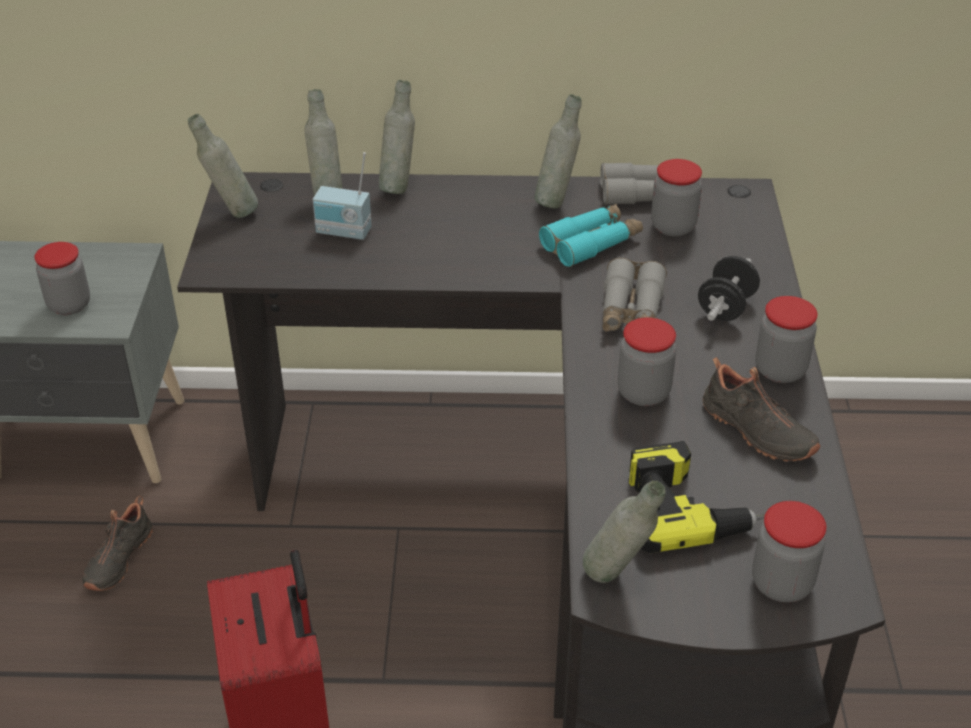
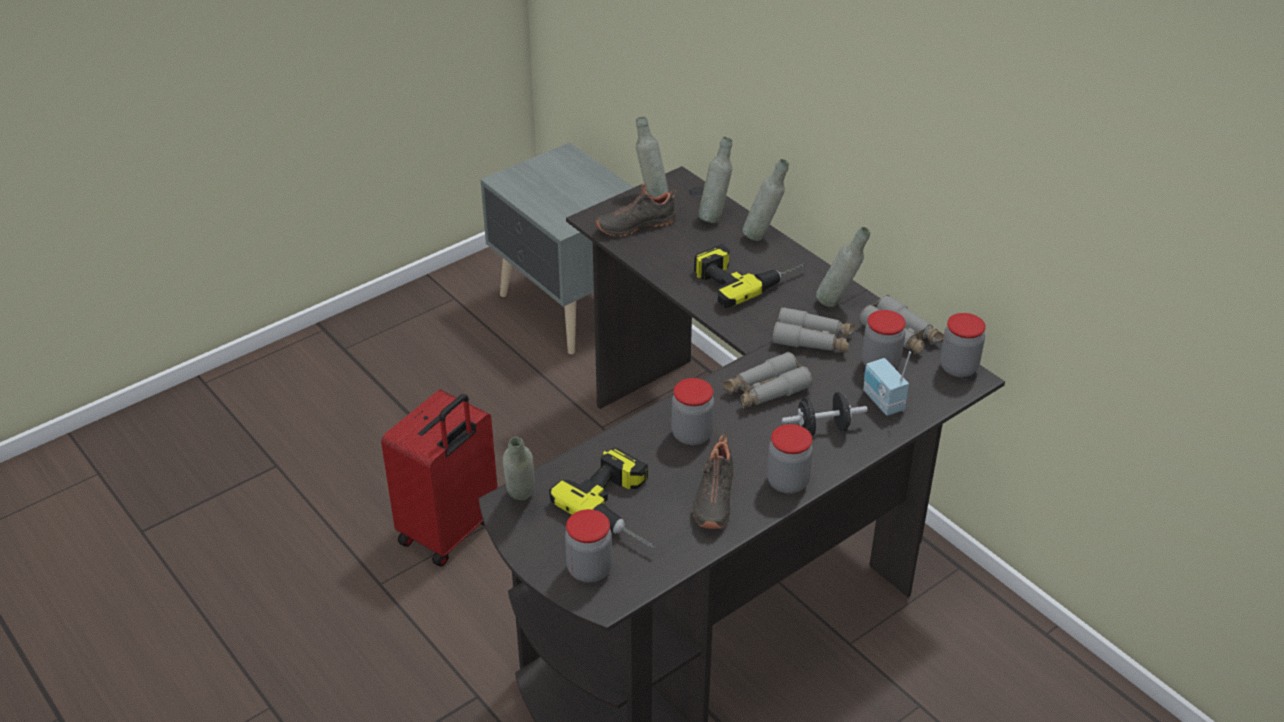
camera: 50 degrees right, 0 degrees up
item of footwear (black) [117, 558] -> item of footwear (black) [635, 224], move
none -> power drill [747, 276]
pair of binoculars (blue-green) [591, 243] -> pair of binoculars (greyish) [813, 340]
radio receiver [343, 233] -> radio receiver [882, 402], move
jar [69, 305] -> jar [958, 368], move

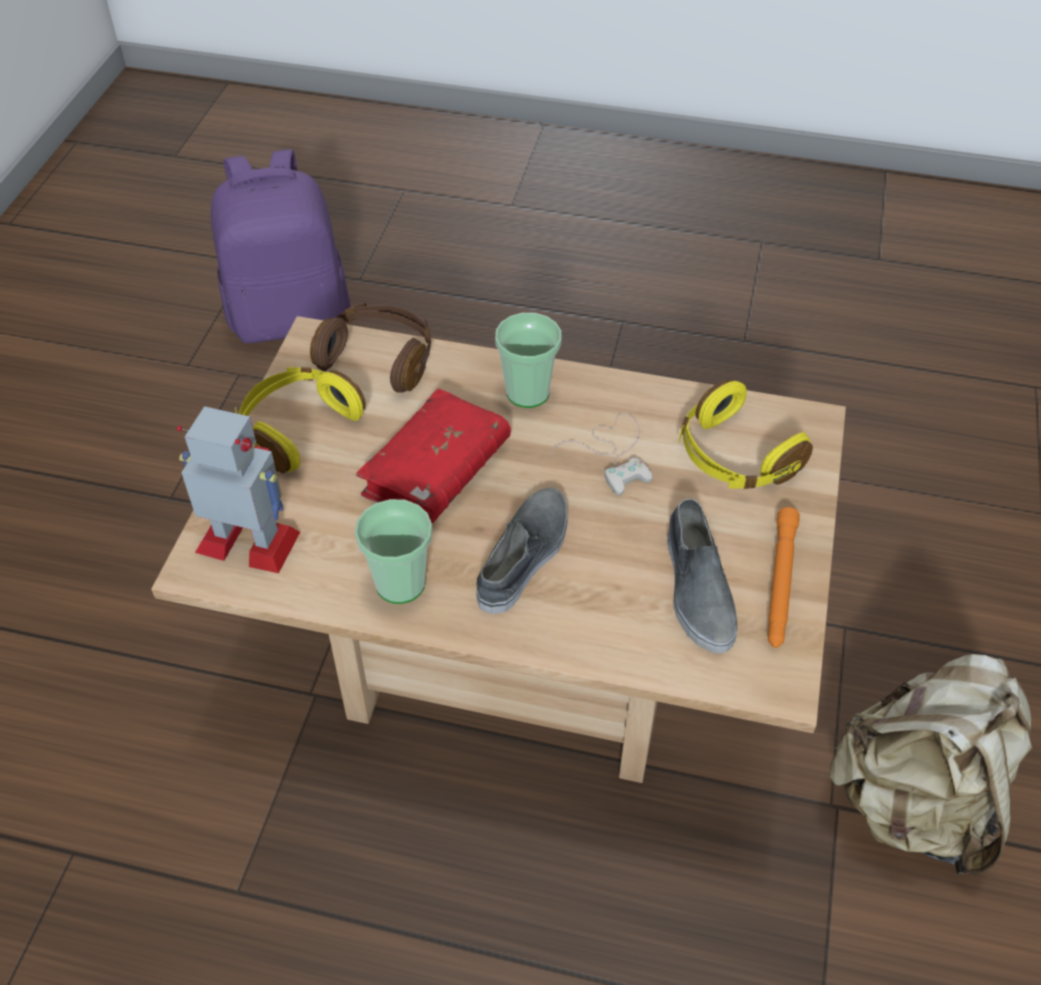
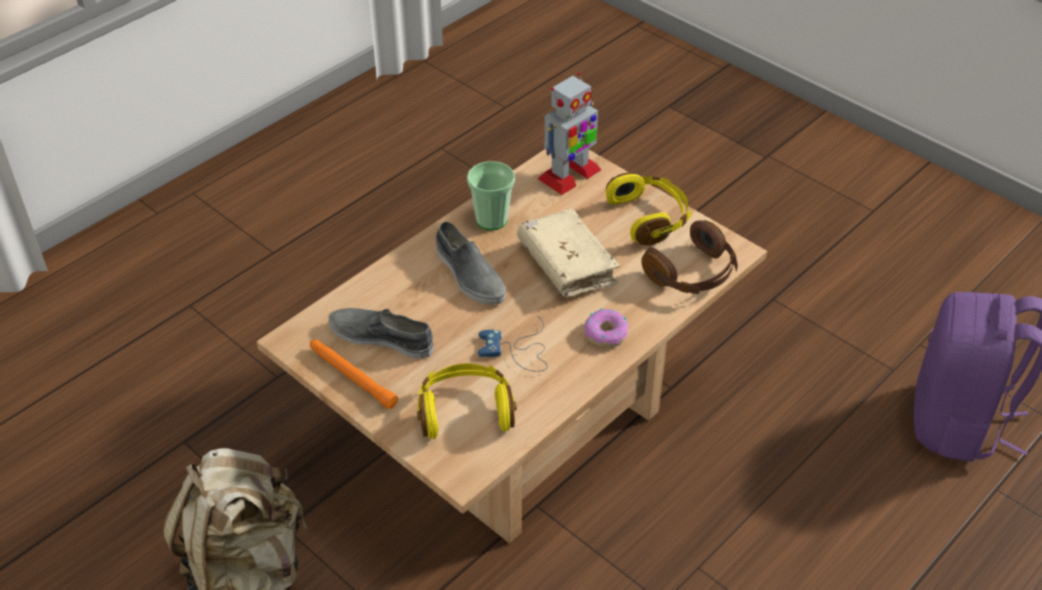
camera: 120 degrees right, 5 degrees down
game controller (white-coloured) [613, 453] -> game controller (blue-coloured) [517, 350]
bound book (red) [436, 470] -> bound book (sand-coloured) [567, 264]
small cup [528, 392] -> doughnut [606, 333]

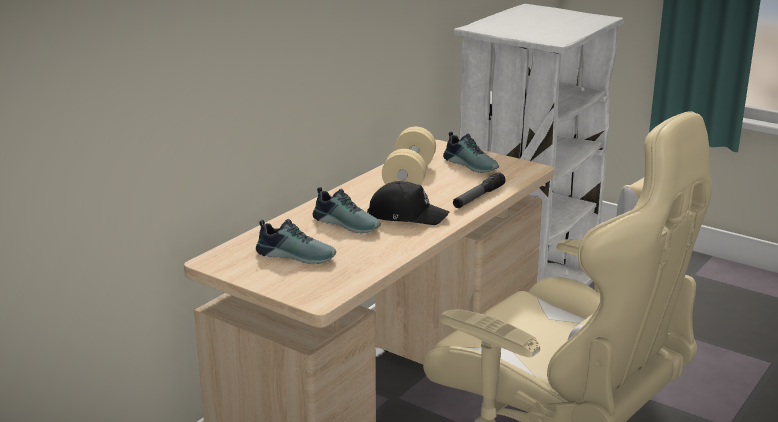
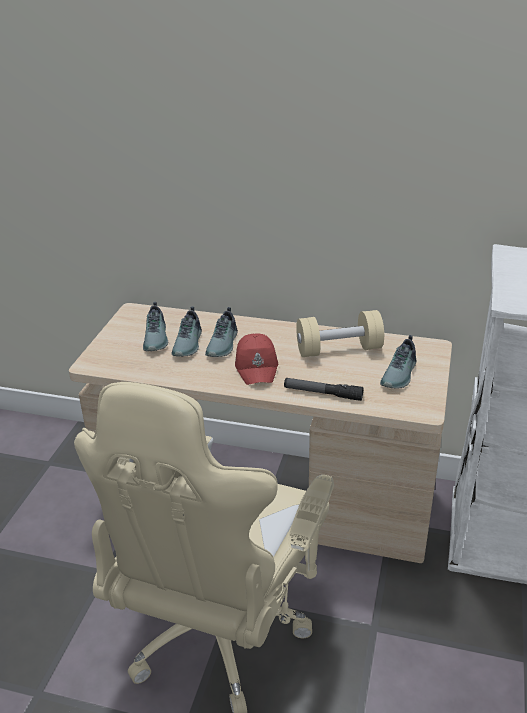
camera: 70 degrees right, 10 degrees up
none -> item of footwear [189, 343]
cap (black) [406, 215] -> cap (red) [257, 366]

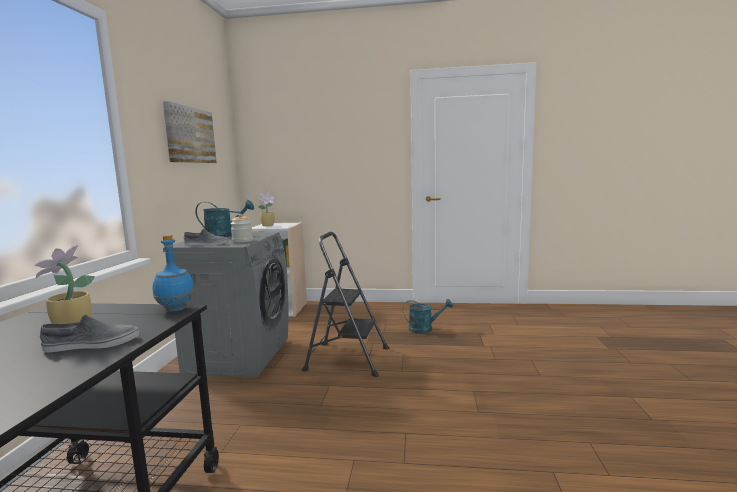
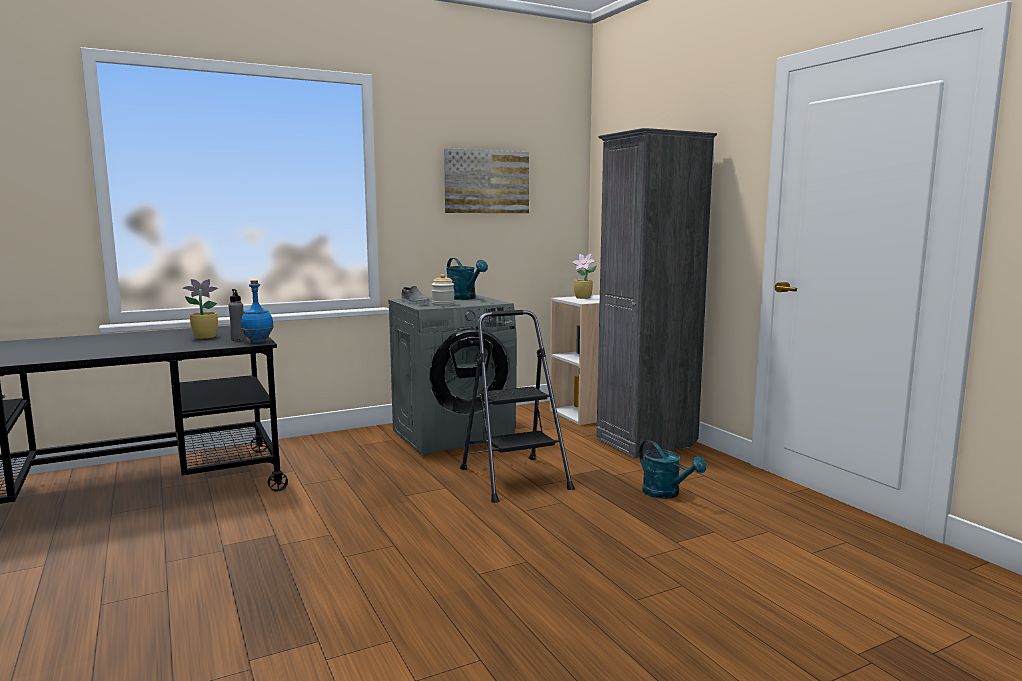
camera: 55 degrees right, 0 degrees up
none -> drink bottle (greyish) [238, 339]
none -> storage cabinet (greyish) [646, 442]
item of footwear (greyish) [92, 344] -> none

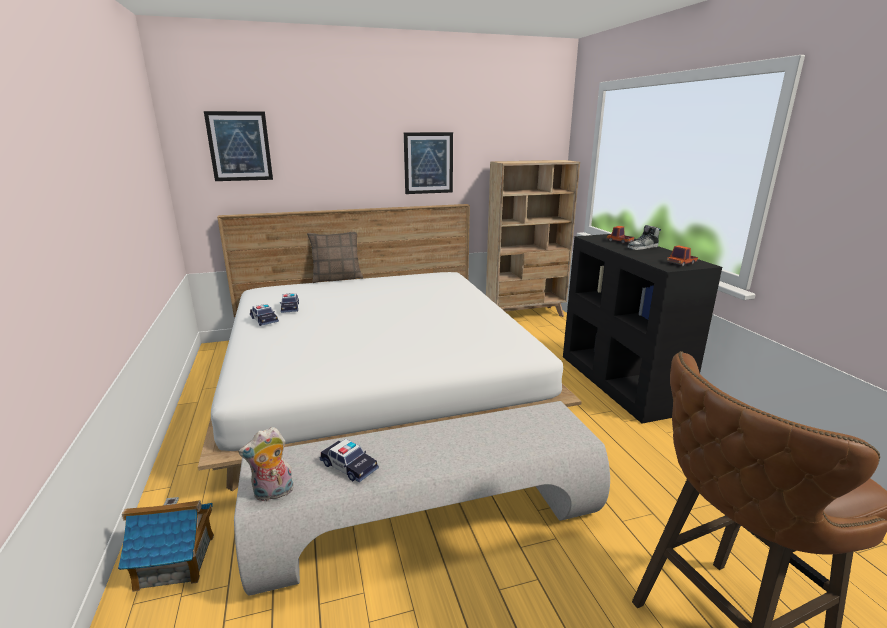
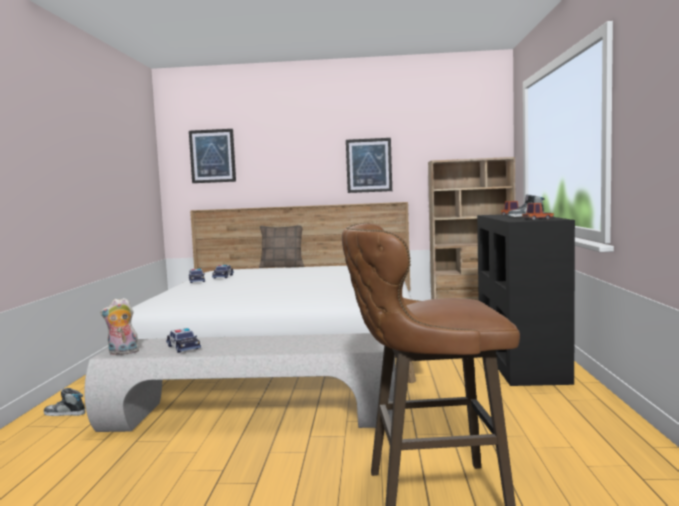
camera: 20 degrees right, 15 degrees down
miniature house [176, 561] -> item of footwear [64, 413]

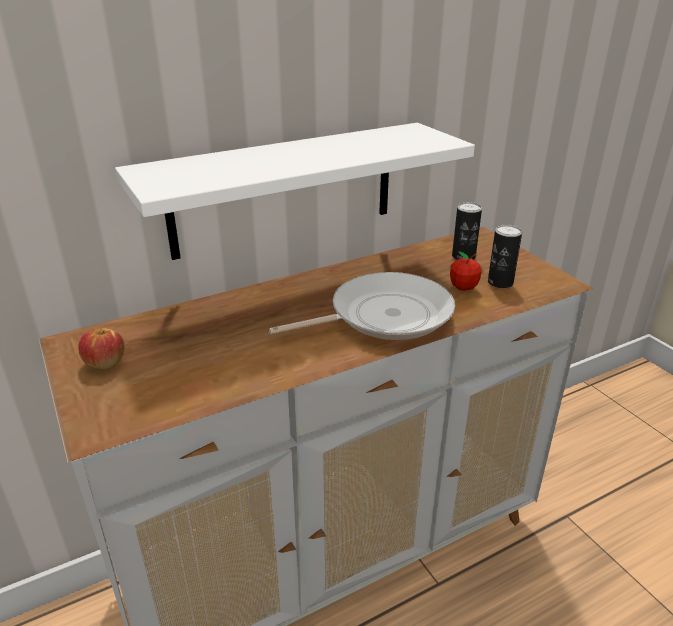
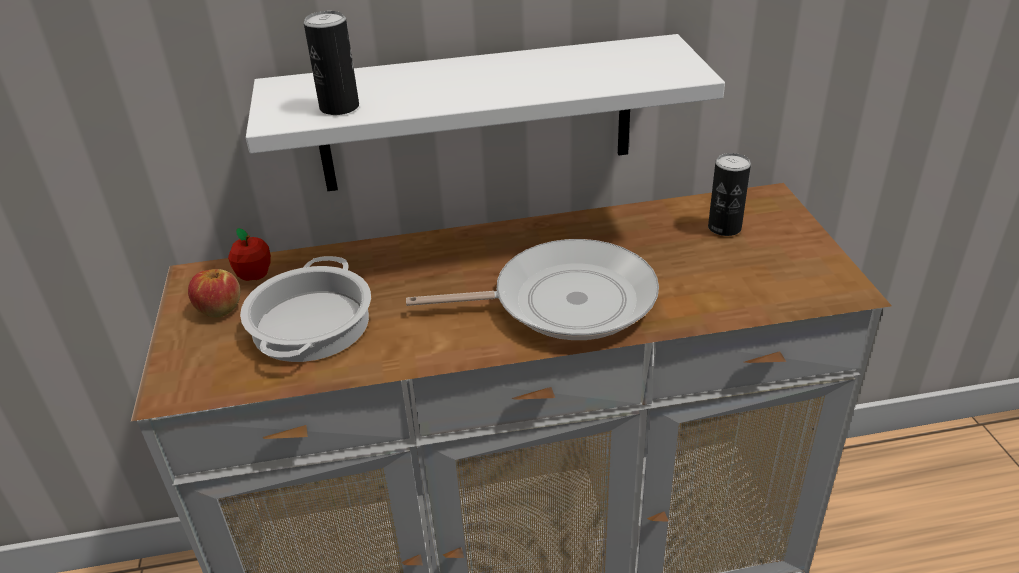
camera: 20 degrees right, 5 degrees up
apple fruit [463, 287] -> apple fruit [254, 275], move
none -> cooking pot [312, 325]
sealed can [500, 283] -> sealed can [339, 107], move

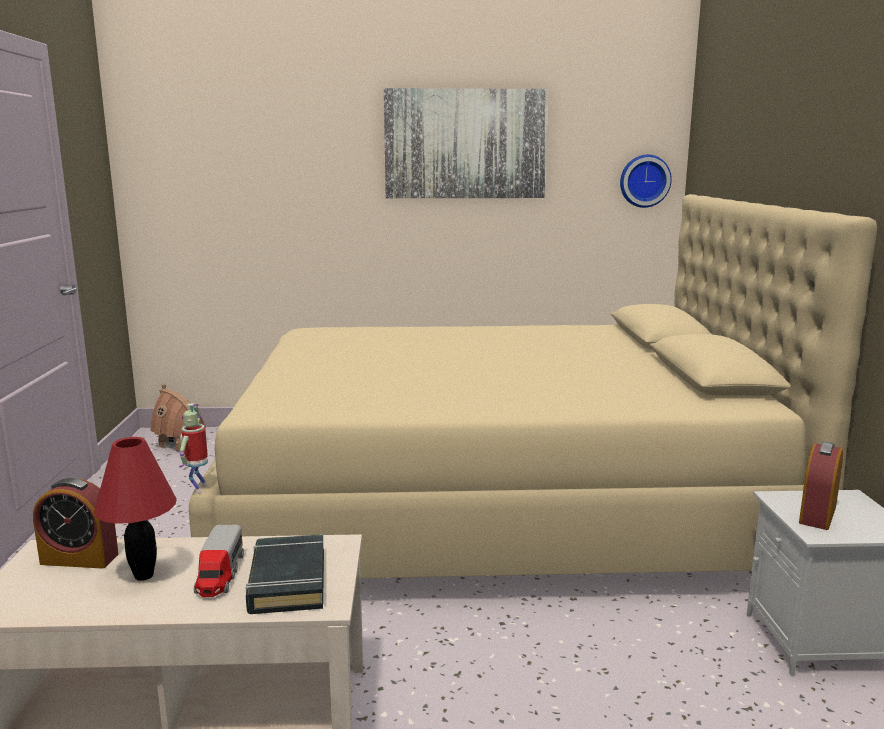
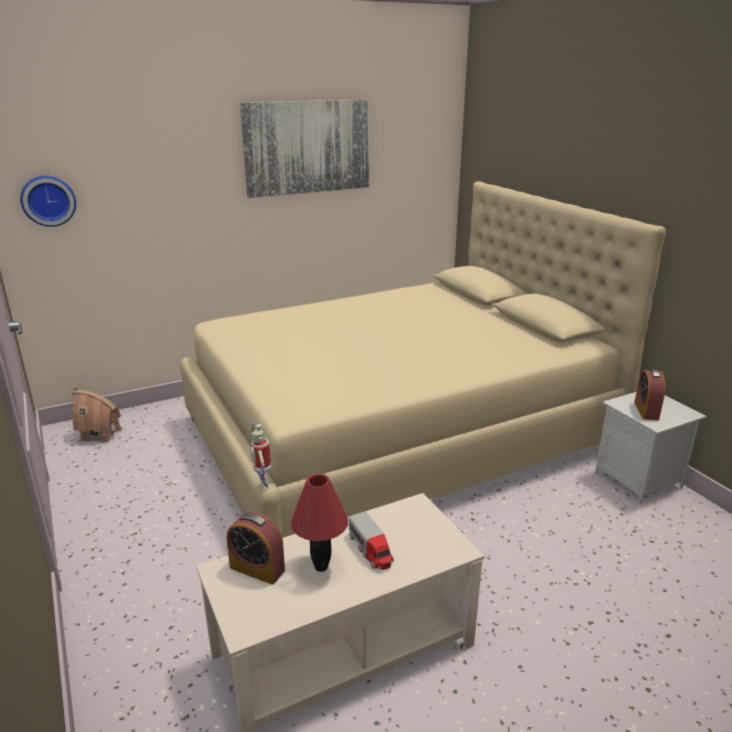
camera: 25 degrees left, 10 degrees up
clock on the wall [644, 181] -> clock on the wall [48, 200], move
alarm clock [79, 559] -> alarm clock [257, 569], 45 degrees clockwise
bound book (black) [287, 581] -> none

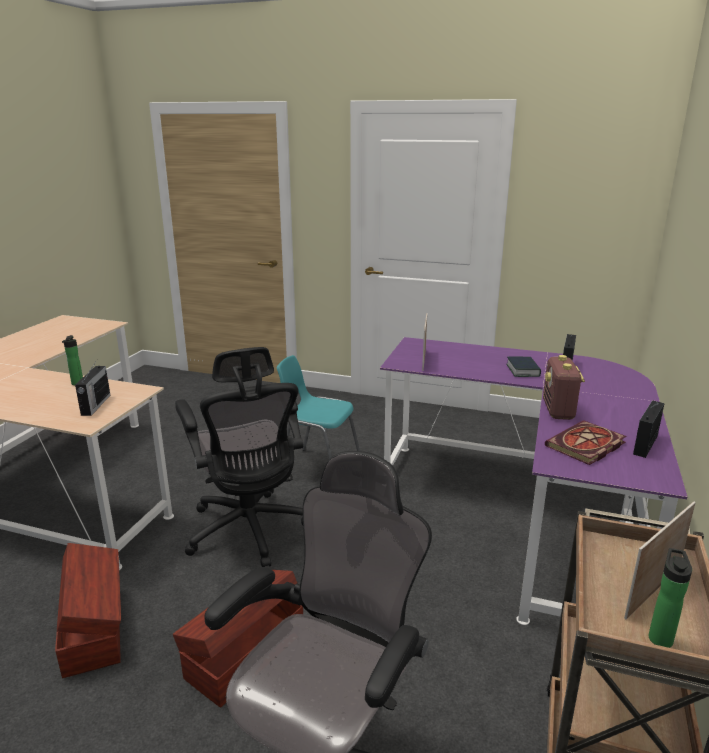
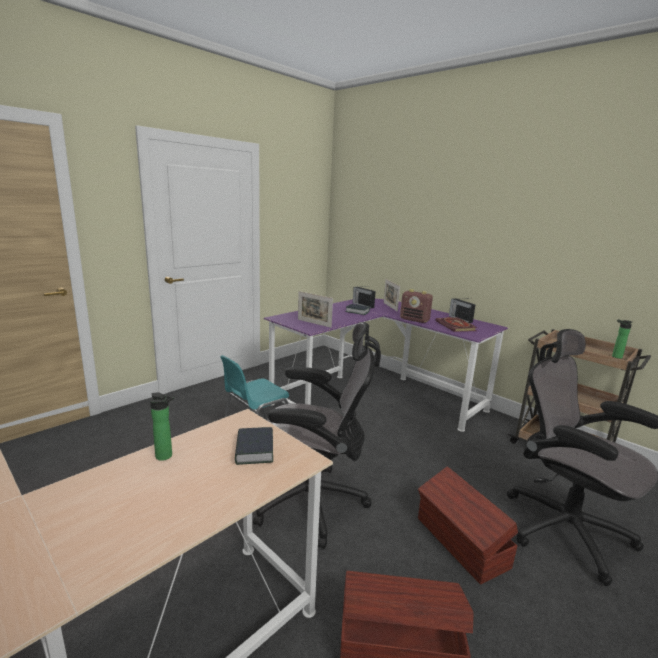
camera: 65 degrees left, 5 degrees down
radio receiver [95, 405] -> bound book [254, 450]
picture frame [653, 591] -> picture frame [390, 307], move

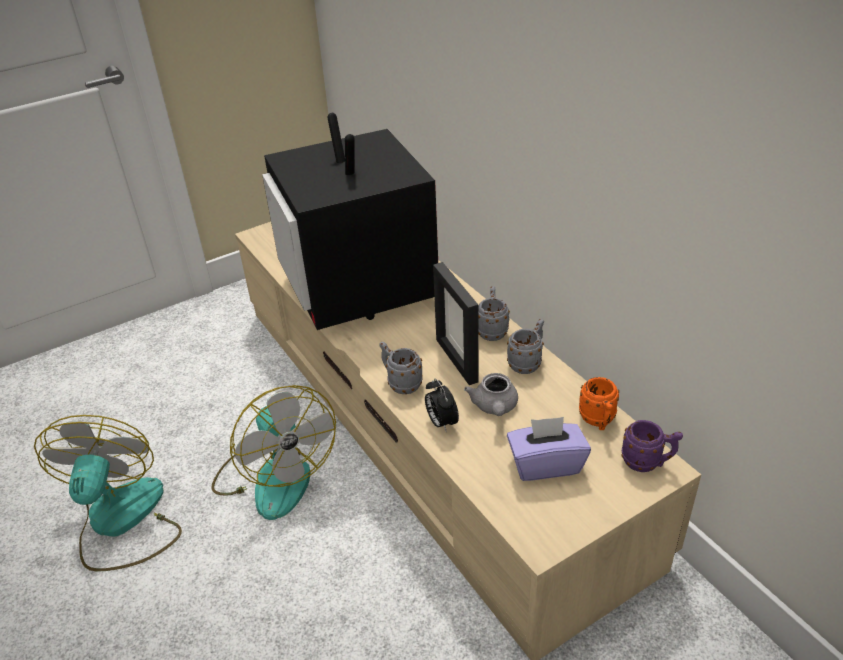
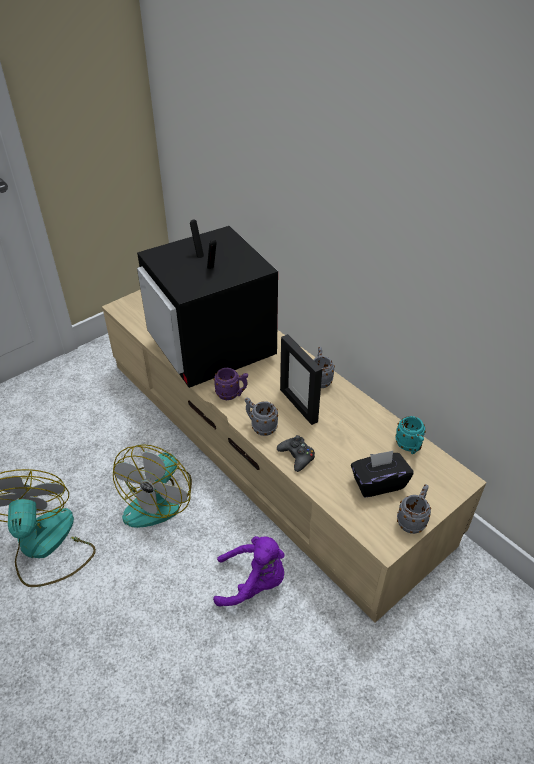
camera: 10 degrees left, 5 degrees up
electric fan [275, 475] -> electric fan [159, 498], 60 degrees clockwise
none -> soft toy (purplish) [253, 583]
coffee mug (purplish) [647, 462] -> coffee mug (purplish) [232, 394], move
alarm clock [441, 422] -> game controller (black) [297, 456]
tissue box (purplish) [545, 464] -> tissue box (black) [378, 483]
coffee mug (orange) [598, 421] -> coffee mug (blue-green) [409, 447]
coffee mug (greyish) [527, 363] -> coffee mug (greyish) [413, 520], move
tea pot (greyish) [494, 407] -> none

